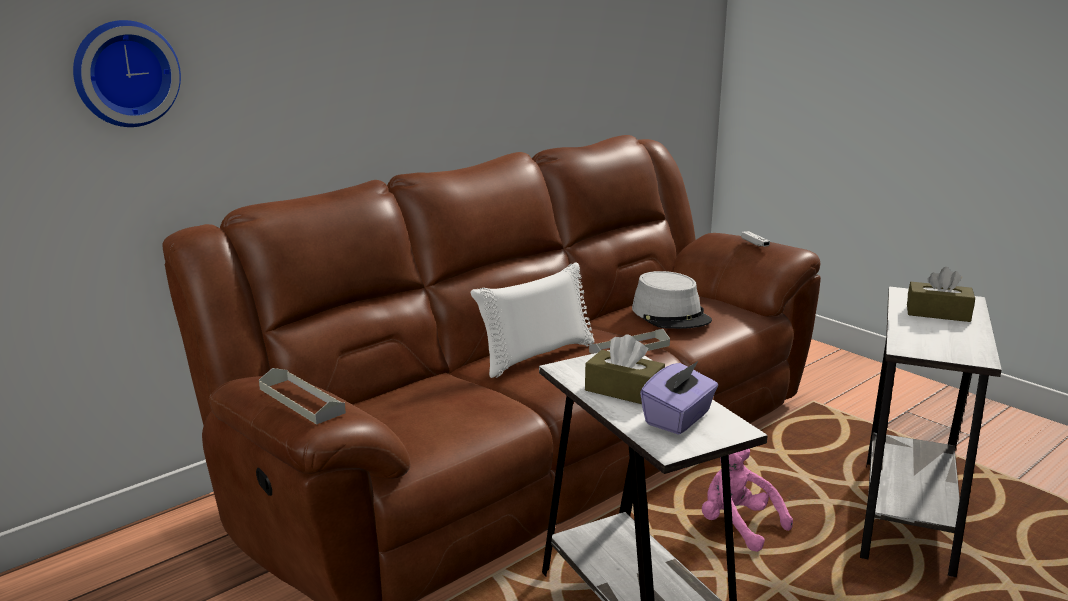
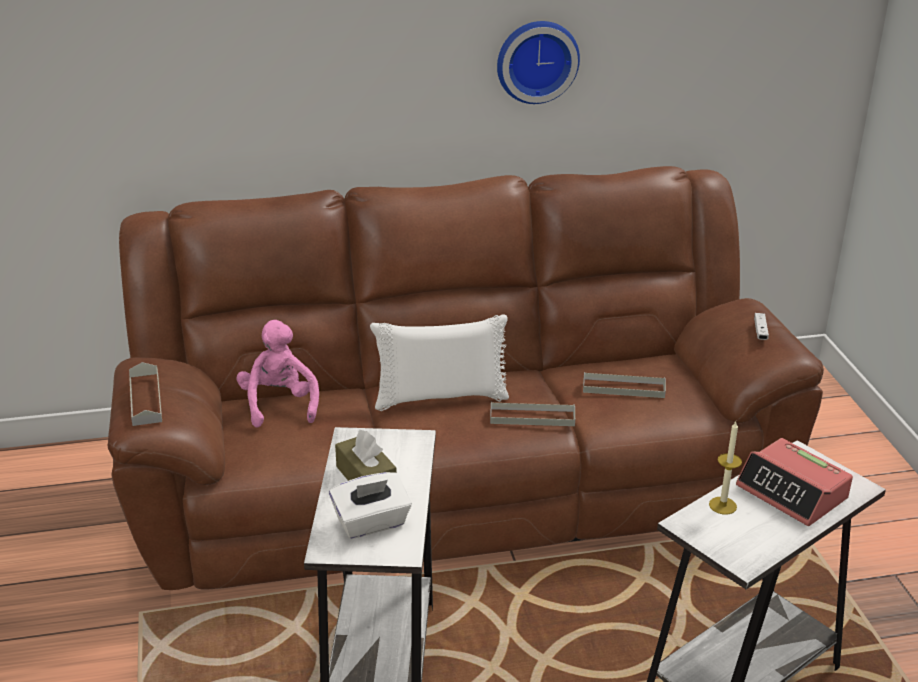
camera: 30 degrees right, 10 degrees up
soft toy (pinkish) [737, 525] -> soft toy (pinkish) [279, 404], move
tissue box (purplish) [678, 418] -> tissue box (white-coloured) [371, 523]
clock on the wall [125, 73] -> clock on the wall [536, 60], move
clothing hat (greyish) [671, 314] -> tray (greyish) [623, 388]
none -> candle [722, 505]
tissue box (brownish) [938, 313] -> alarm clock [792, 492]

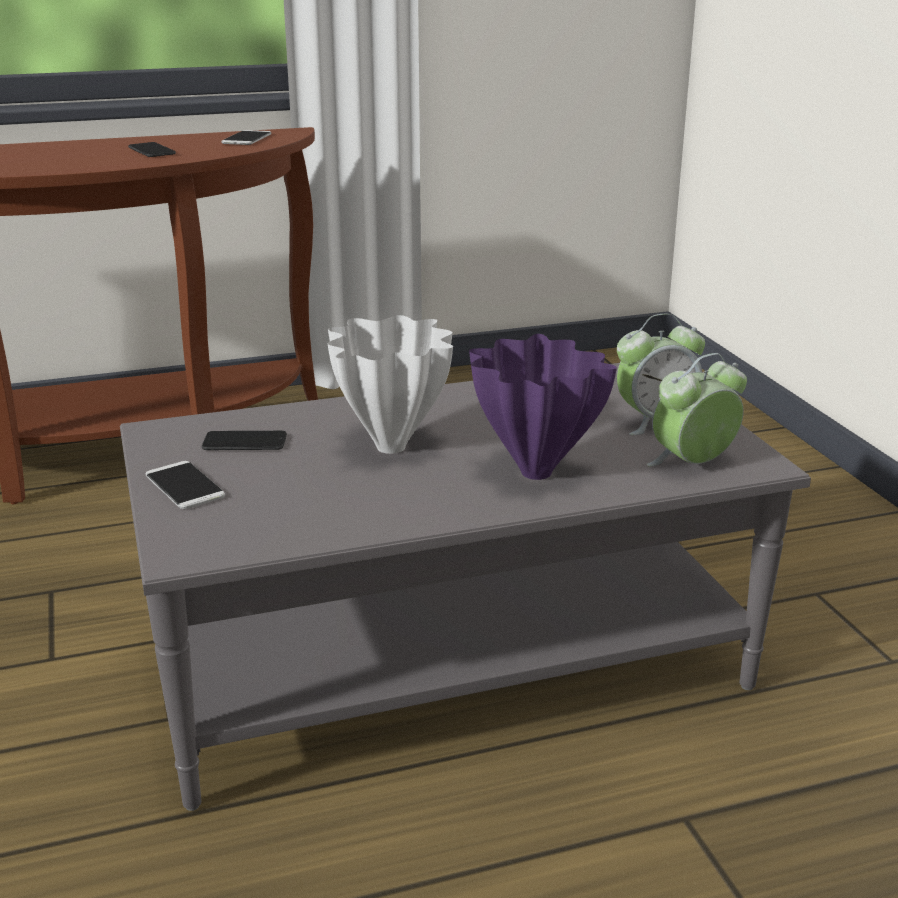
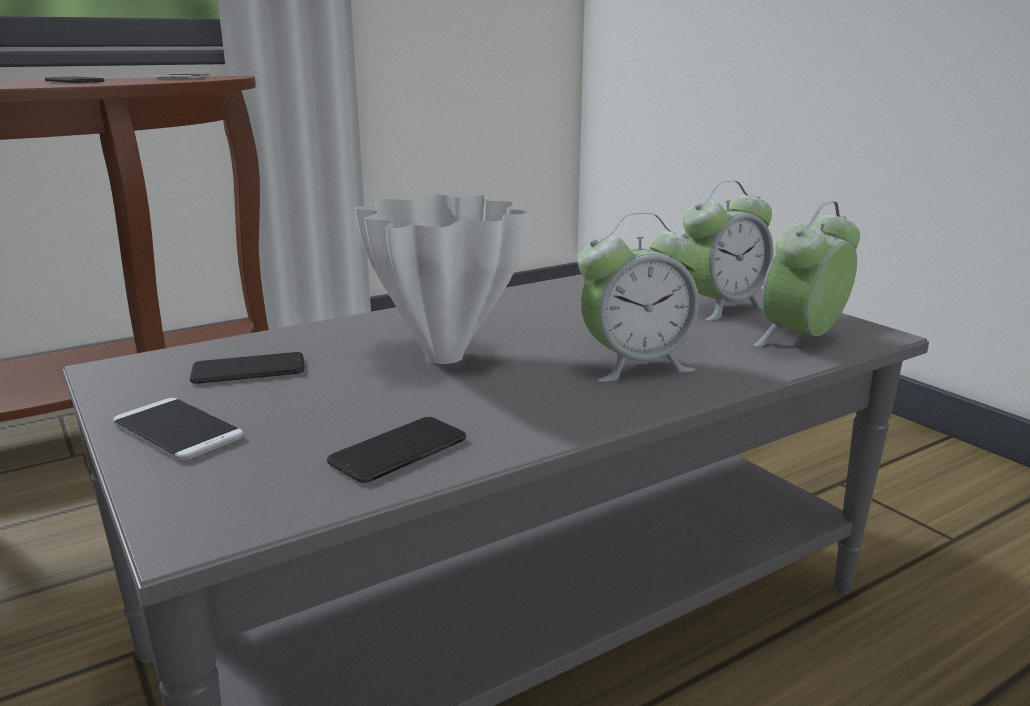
camera: 15 degrees left, 5 degrees down
none -> phone [398, 451]
decorative vase (purplish) [533, 472] -> alarm clock [635, 365]

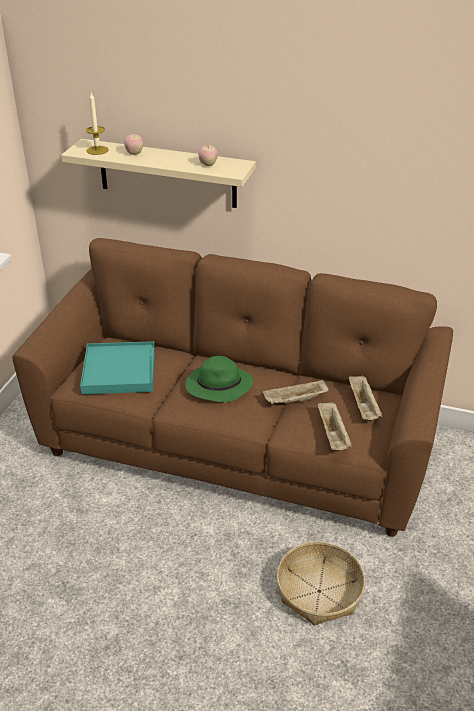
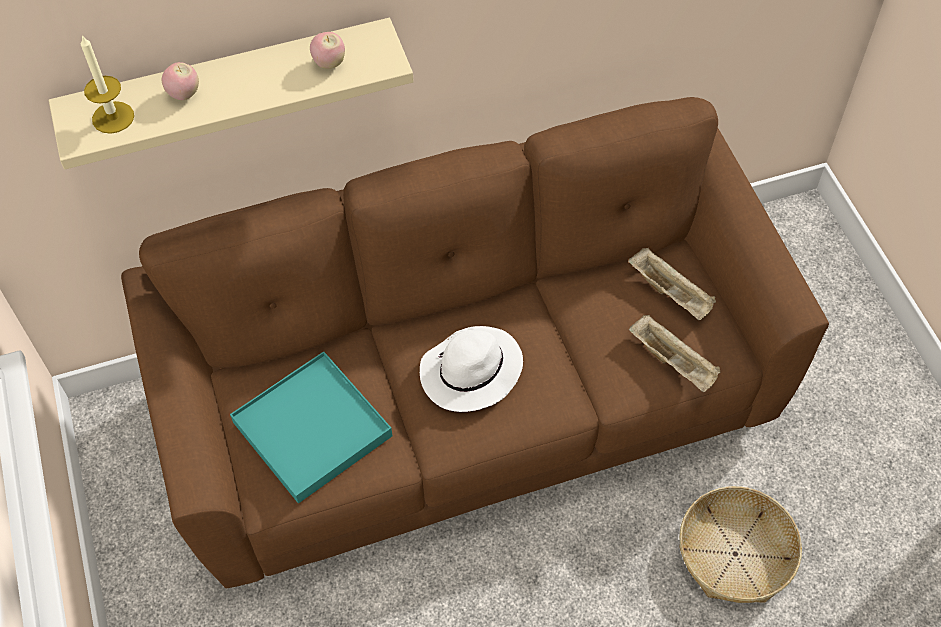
camera: 35 degrees left, 20 degrees up
clothing hat (green-coloured) [218, 387] -> clothing hat (white-coloured) [470, 373]
tray (sand-coloured) [295, 401] -> none

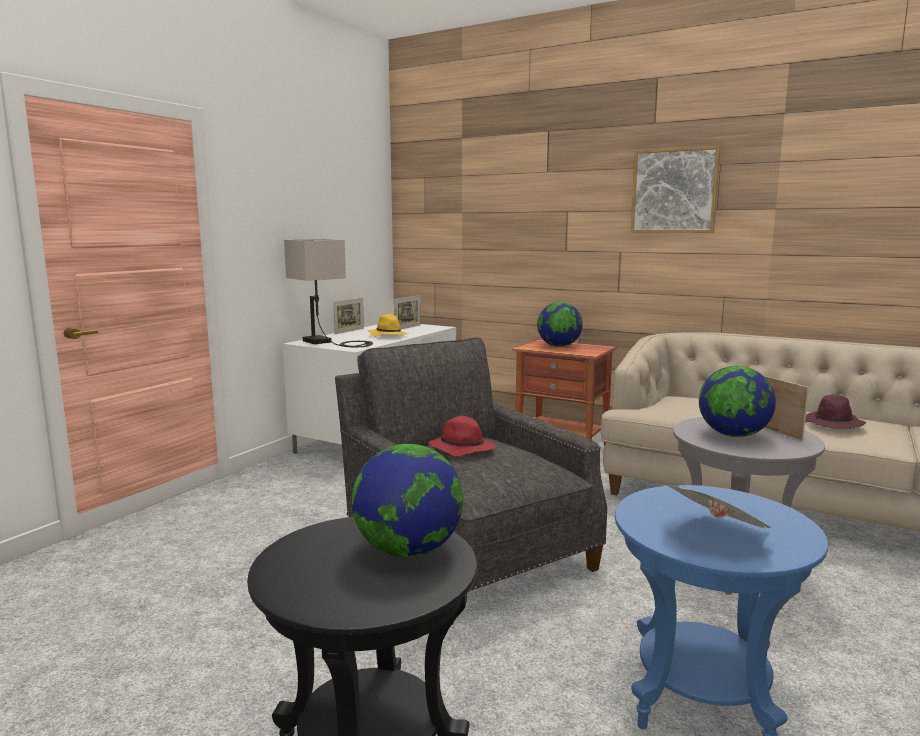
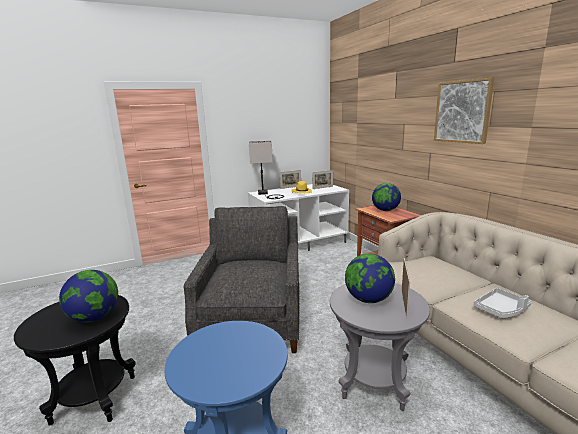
camera: 35 degrees right, 5 degrees up
clothing hat (purplish) [833, 424] -> tray (greyish) [501, 309]
clothing hat (red) [460, 449] -> none
printed paper [719, 535] -> none

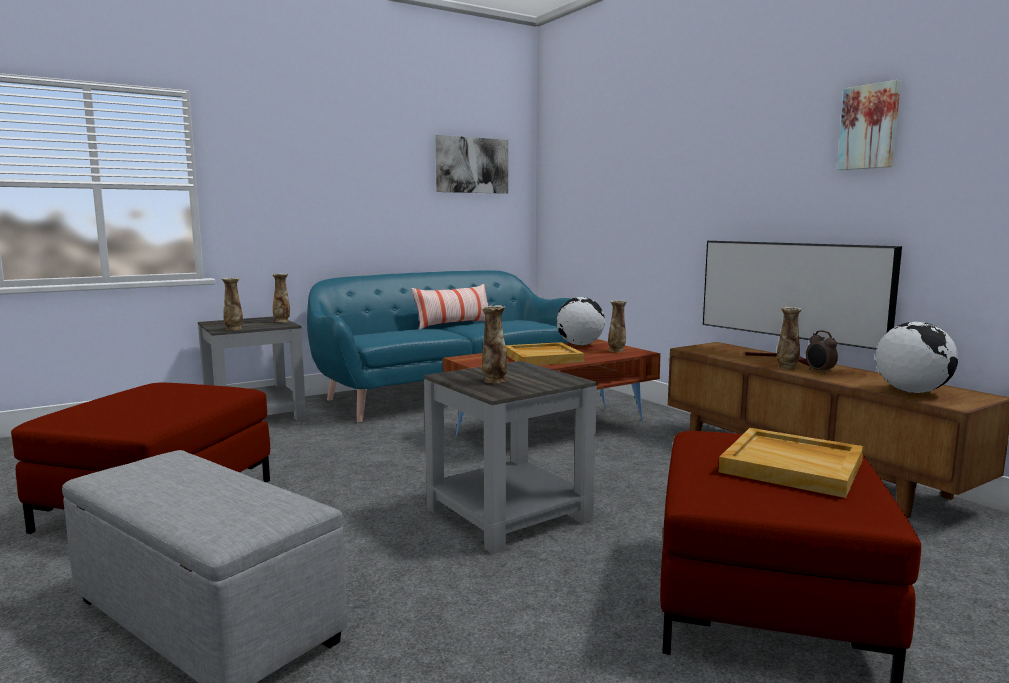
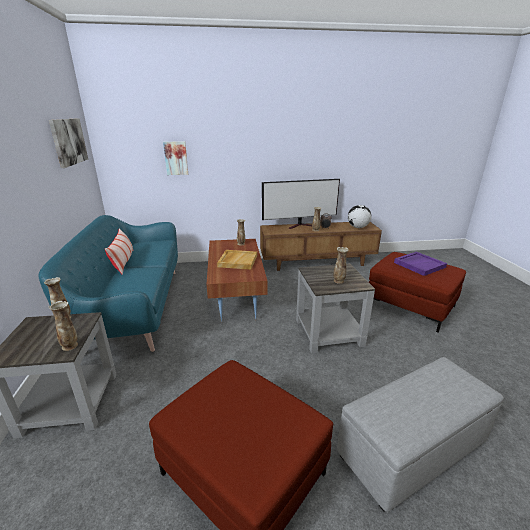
camera: 65 degrees left, 15 degrees up
picture [870, 127] -> picture [176, 158], move
tray (sand-coloured) [793, 466] -> tray (purplish) [419, 265]
globe [579, 345] -> none

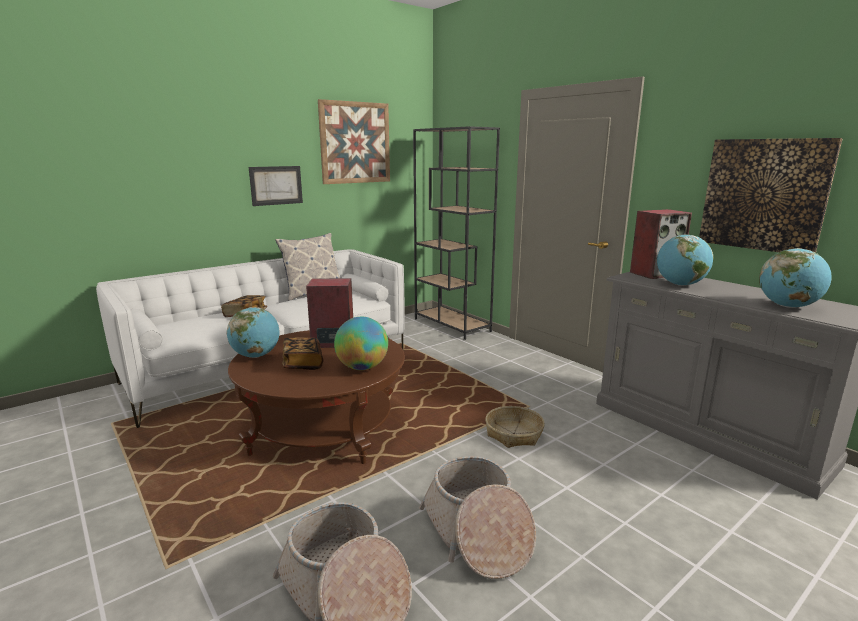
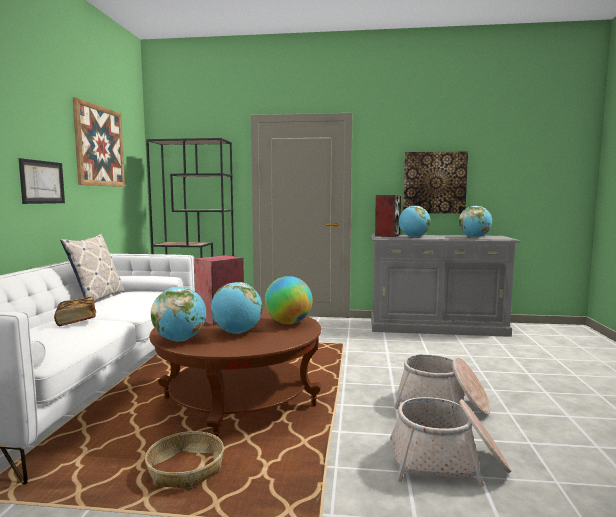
camera: 45 degrees left, 10 degrees down
household basket [514, 434] -> household basket [186, 470], move
bound book [303, 363] -> globe [237, 332]

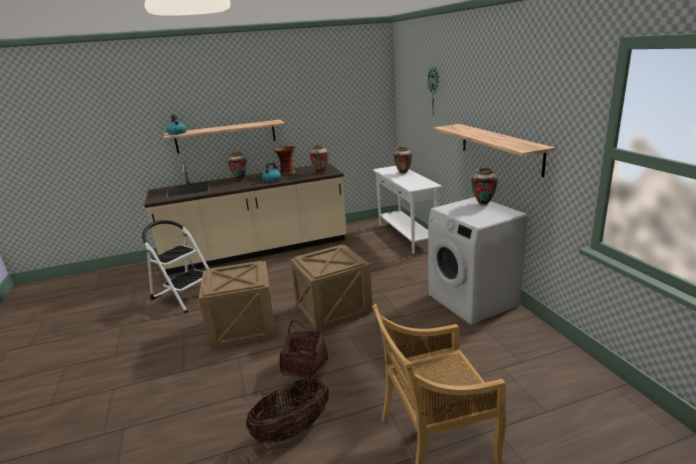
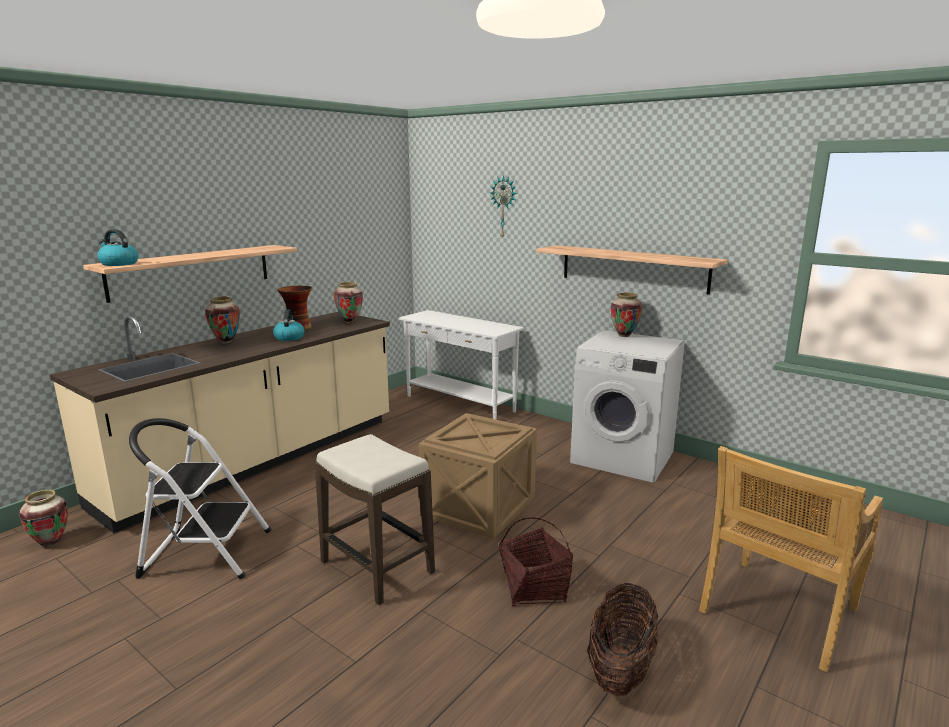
camera: 35 degrees left, 5 degrees down
decorative vase [403, 173] -> decorative vase [51, 543], move
crate [244, 327] -> stool seat [377, 567]

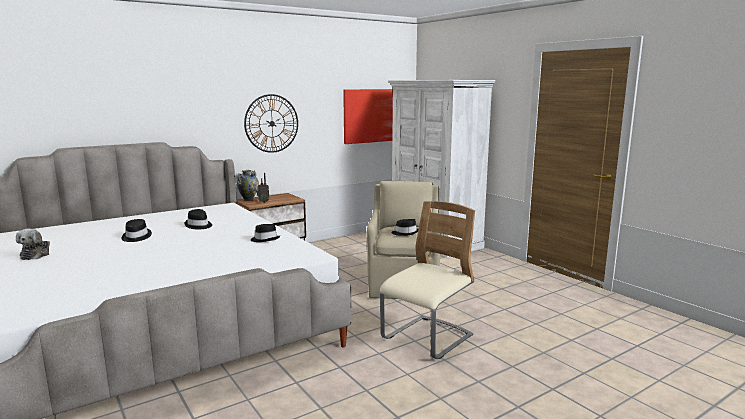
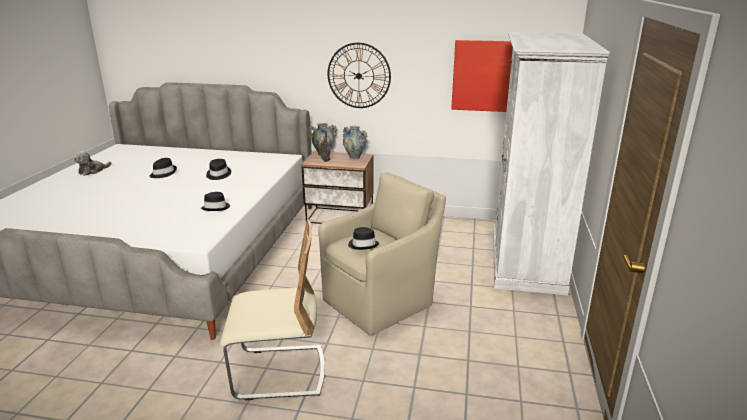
camera: 45 degrees right, 10 degrees up
none -> decorative vase [354, 157]

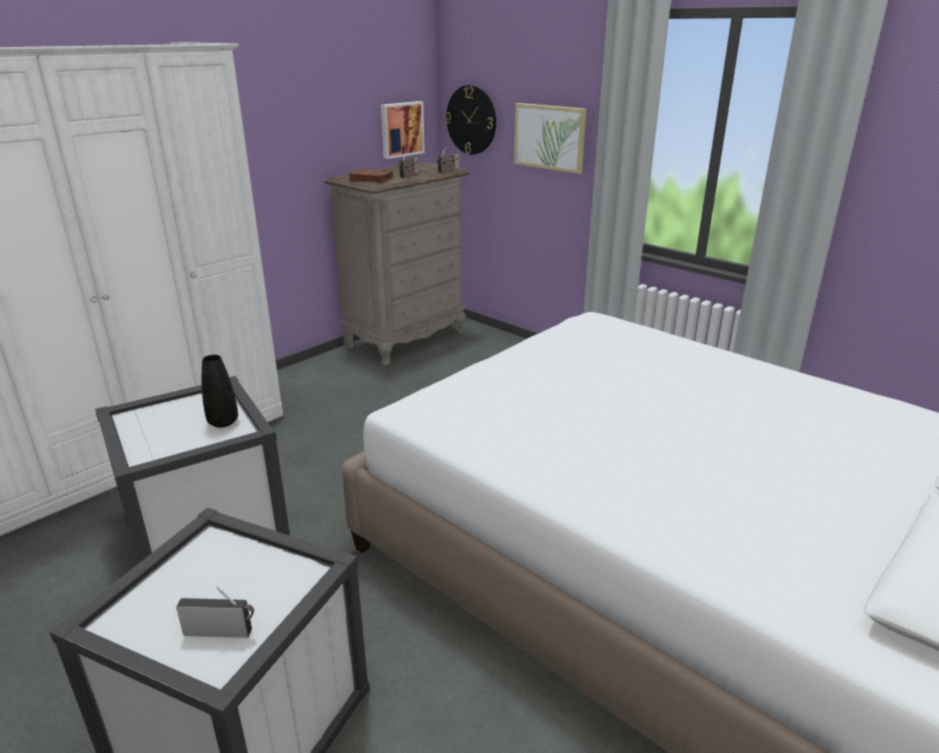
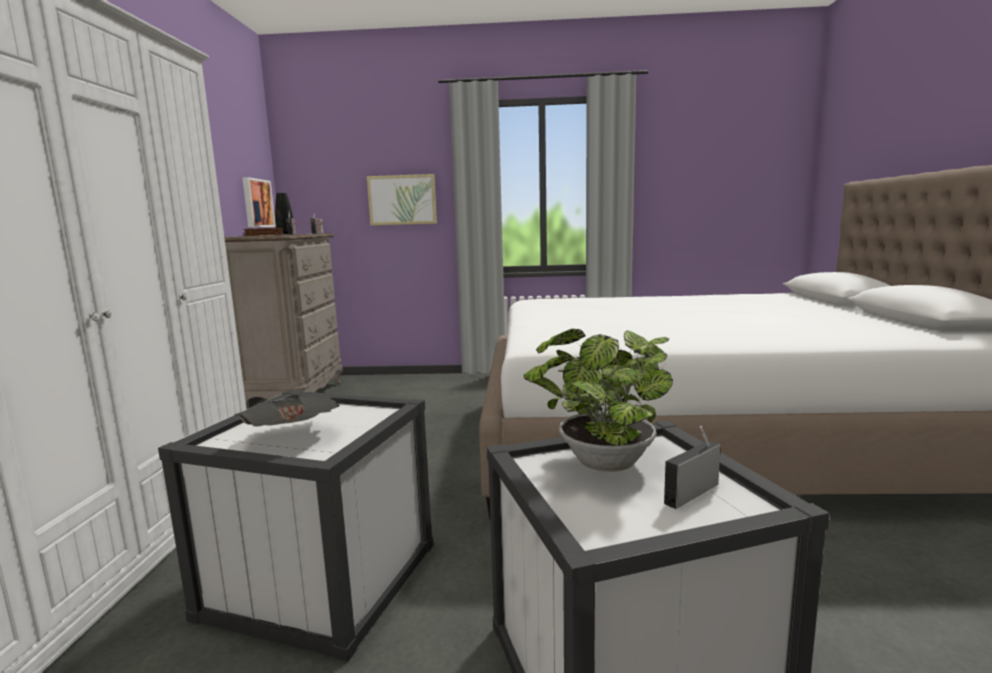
camera: 40 degrees left, 15 degrees down
none -> printed paper [292, 437]
decorative vase (black) [223, 422] -> decorative vase (black) [285, 234], move
none -> potted plant [601, 465]
clock on the wall [471, 120] -> none

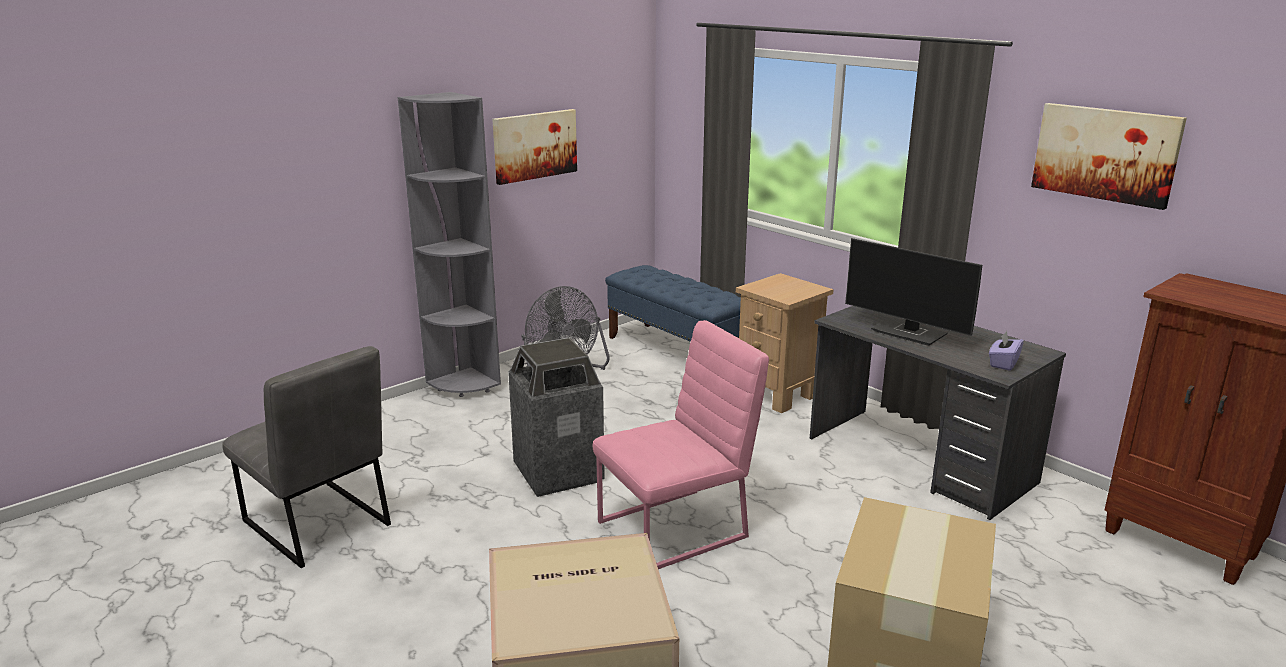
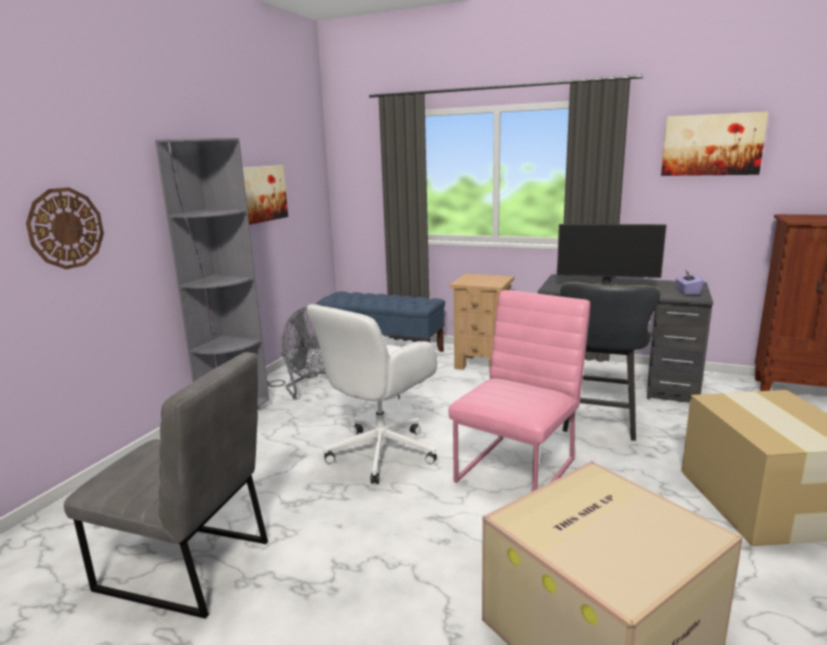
camera: 25 degrees left, 5 degrees down
none -> clock on the wall [66, 228]
trash can [557, 472] -> desk chair (white-coloured) [380, 454]
none -> stool seat (greyish) [599, 425]

